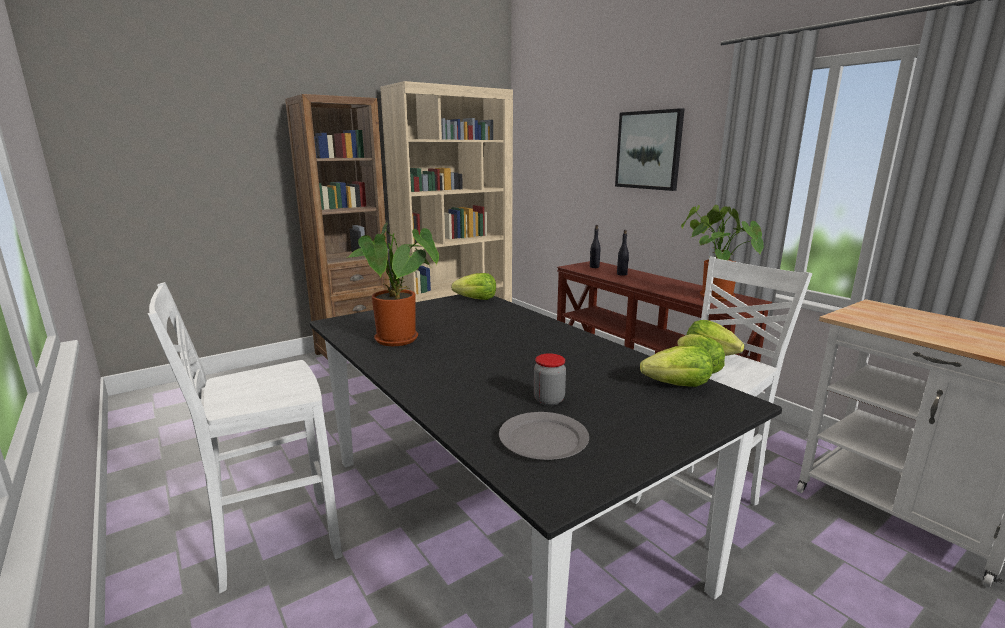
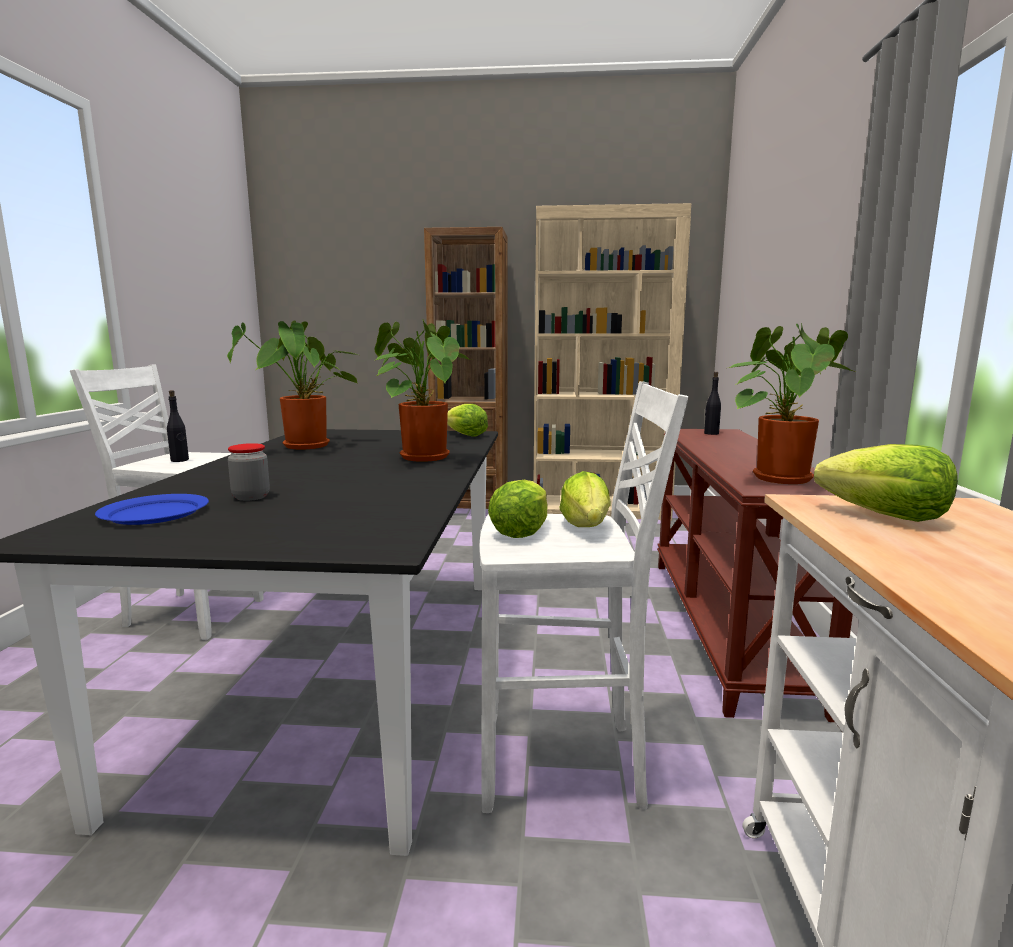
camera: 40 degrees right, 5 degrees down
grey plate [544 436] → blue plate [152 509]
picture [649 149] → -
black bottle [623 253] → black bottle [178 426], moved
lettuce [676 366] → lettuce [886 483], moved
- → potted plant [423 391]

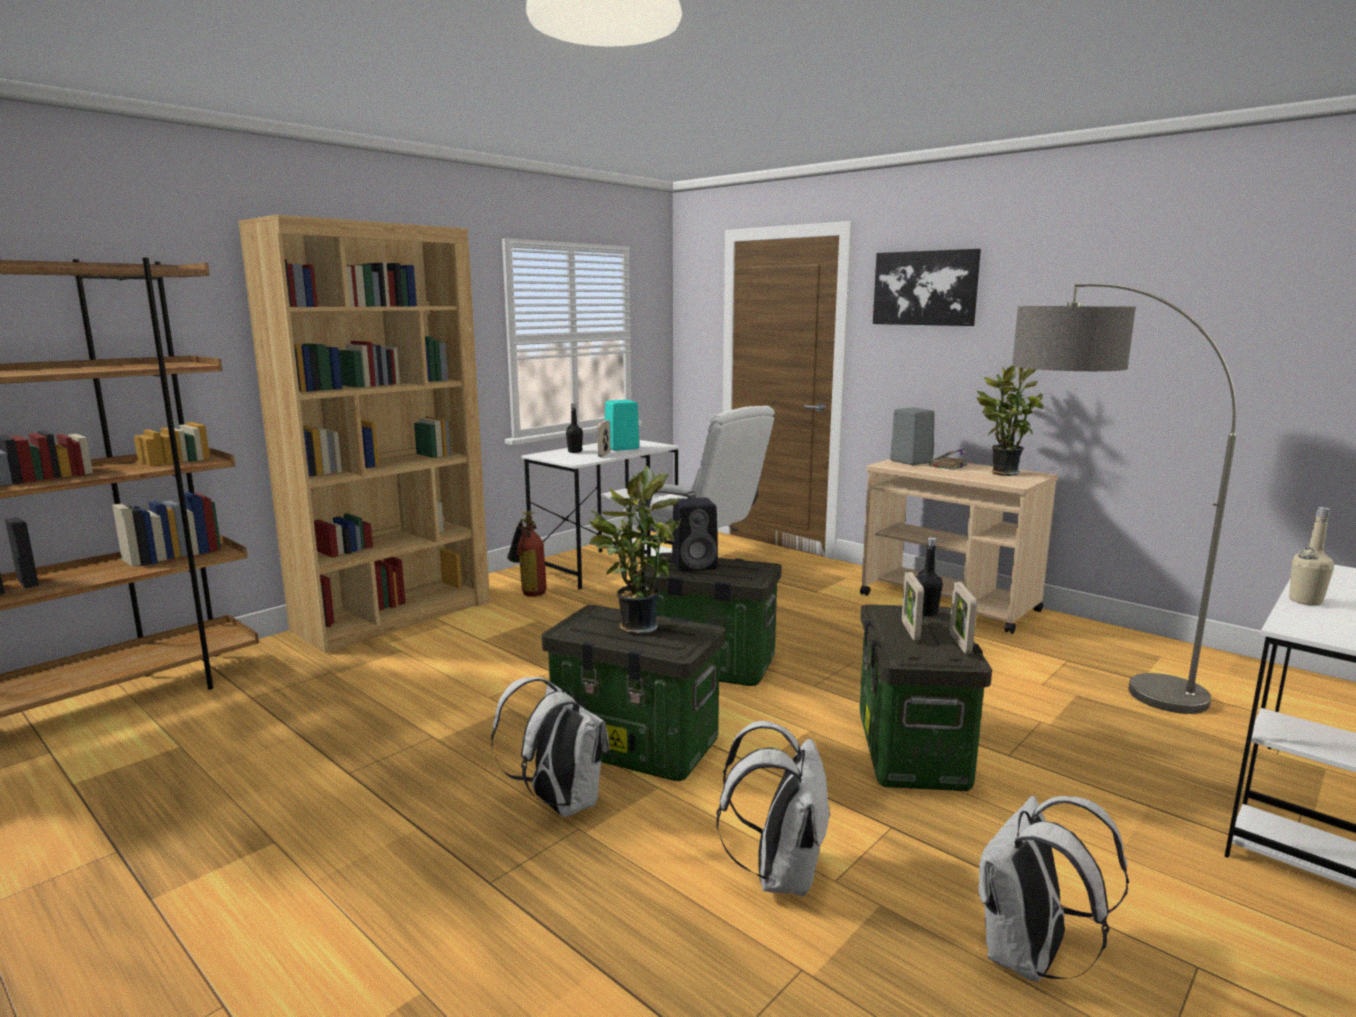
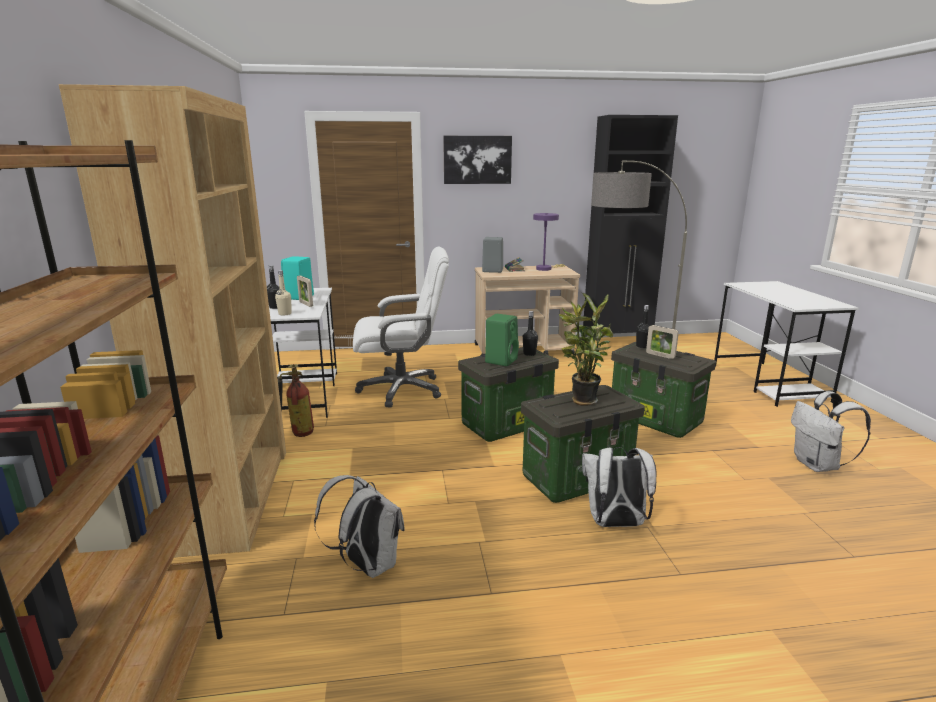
camera: 50 degrees left, 5 degrees up
black speaker [695 535] → green speaker [502 340]
white backpack [773 809] → white backpack [359 526], moved
picture frame [963 617] → -
potted plant [1010 421] → purple table lamp [549 242]
beige bottle [1311 556] → beige bottle [283 292], moved
- → black bottle [530 333]
- → black cabinet [630 226]

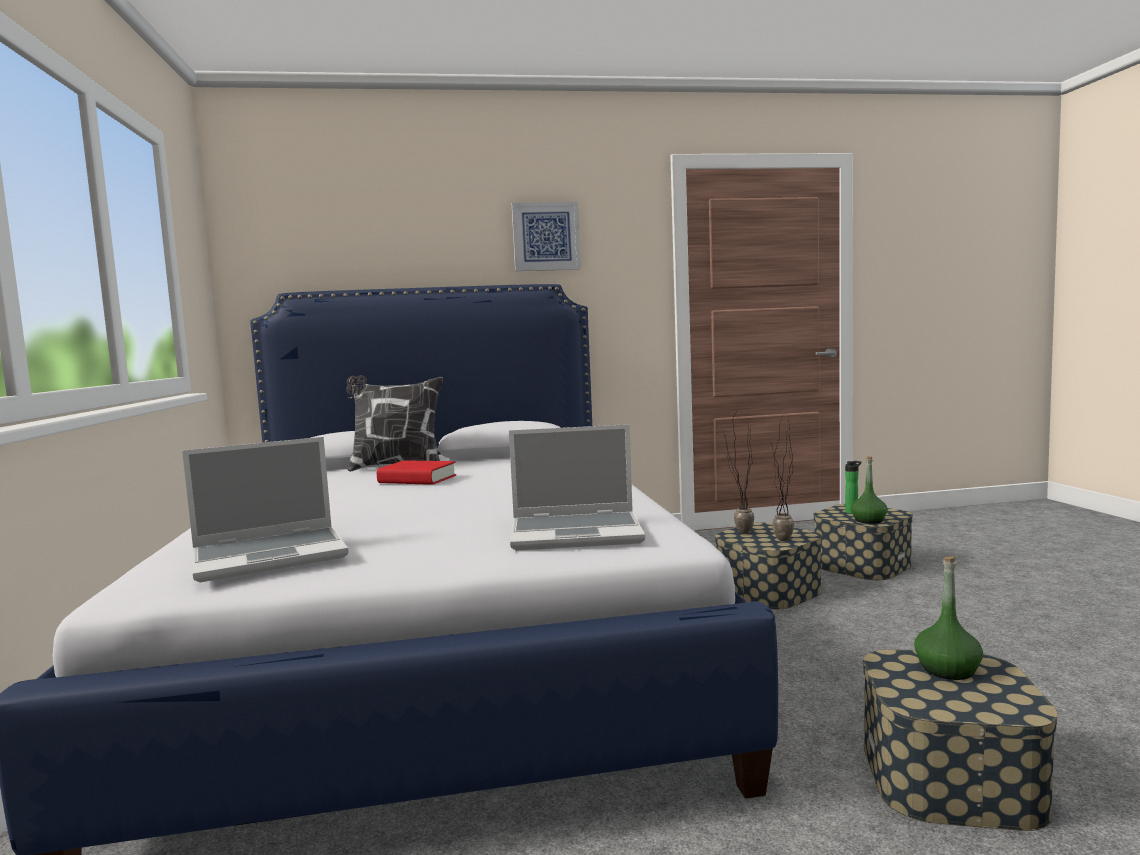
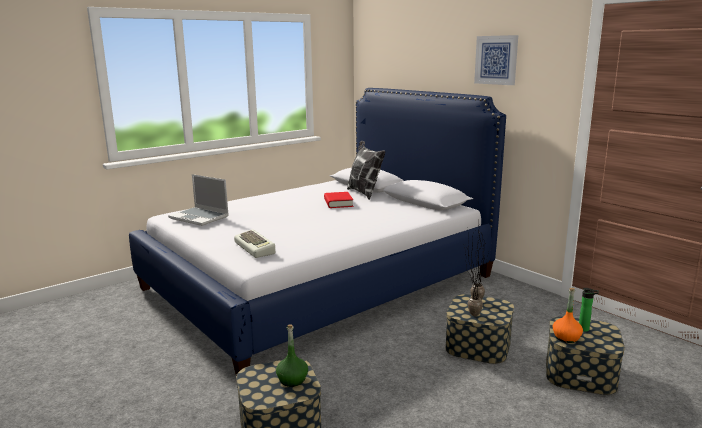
camera: 60 degrees right, 10 degrees up
laptop [577 487] → keyboard [254 243]
green bottle [869 490] → orange bottle [568 315]

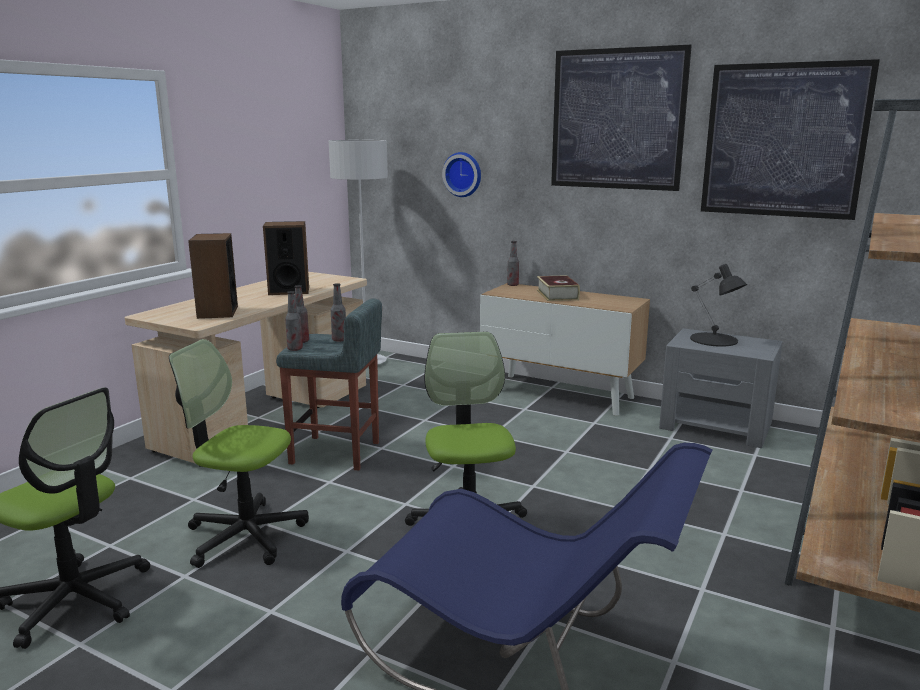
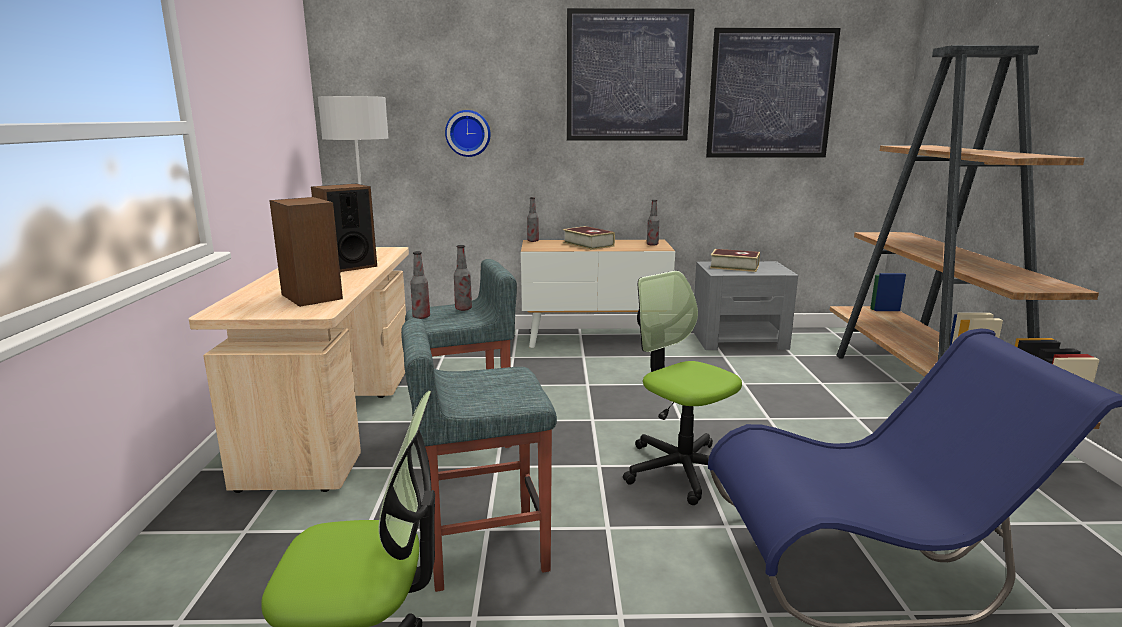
camera: 30 degrees left, 0 degrees up
office chair [239 453] → grey stool [479 455]
bottle [294 321] → bottle [653 222], moved
black table lamp [718 305] → book [735 260]

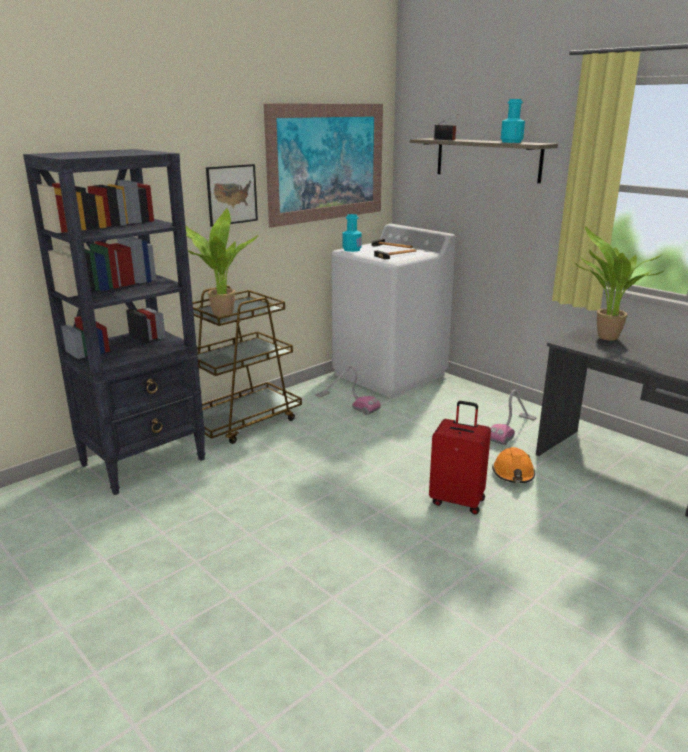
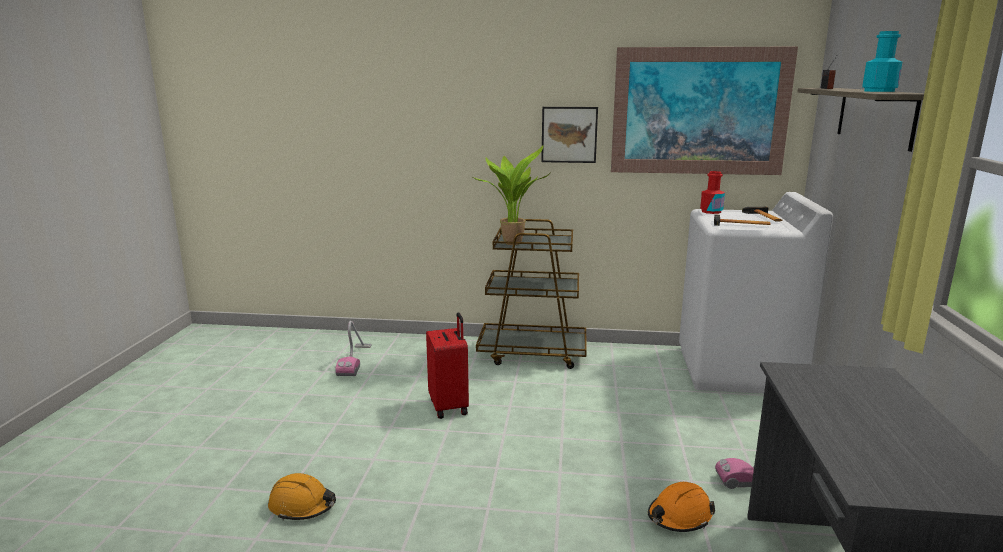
camera: 50 degrees right, 5 degrees down
black bookcase [114 322] → -
vacuum cleaner [348 390] → vacuum cleaner [353 348], moved
turquoise bottle [352 233] → red bottle [712 192]
red suitcase [460 458] → red suitcase [447 365], moved
potted plant [619 283] → -
- → orange hard hat [302 497]

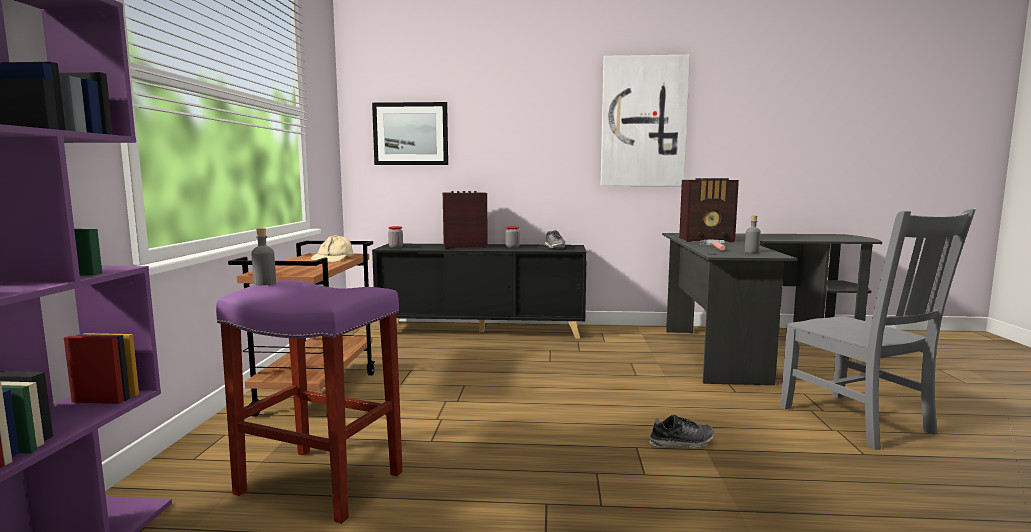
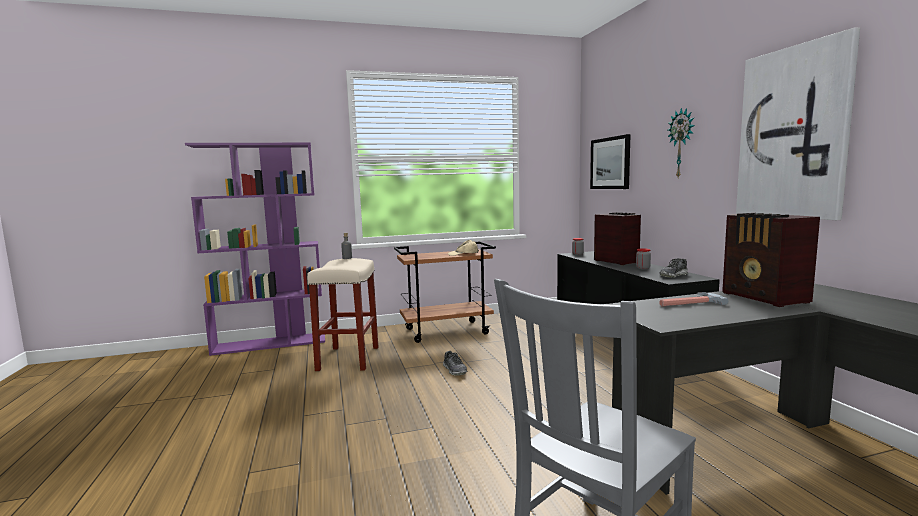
camera: 70 degrees right, 0 degrees up
purple stool [309 402] → beige stool [342 314]
shoe [682 431] → shoe [455 363], moved
grey bottle [753 234] → -
- → wall clock [681 143]

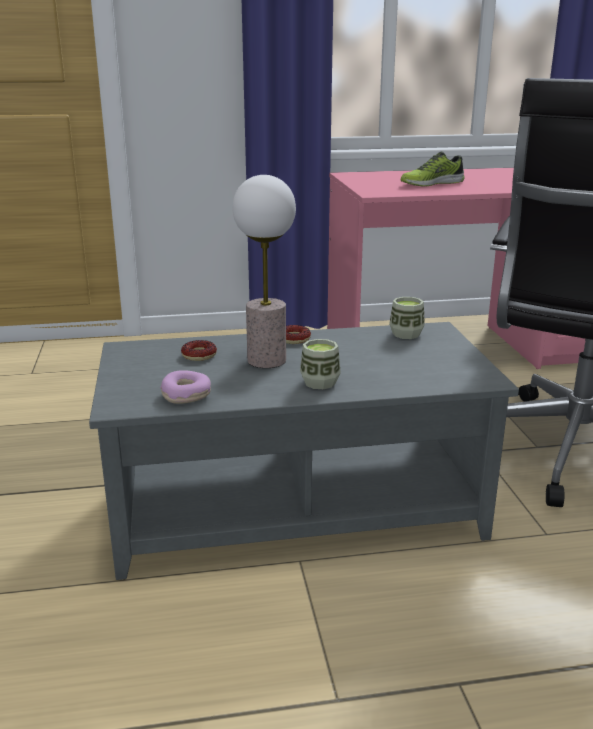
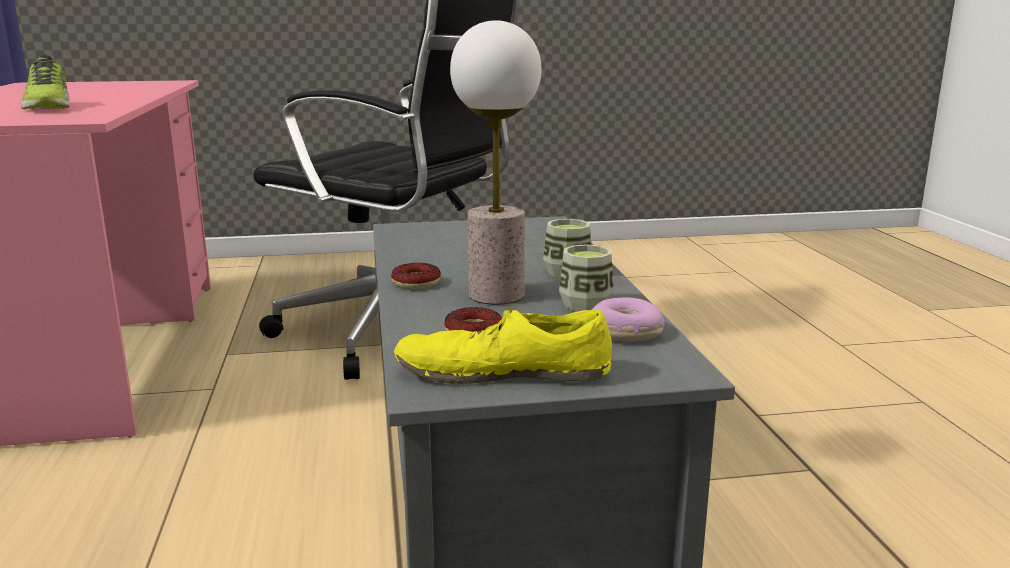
camera: 90 degrees left, 5 degrees down
cup [407 318] → cup [586 278], moved
- → yellow shoe [503 345]

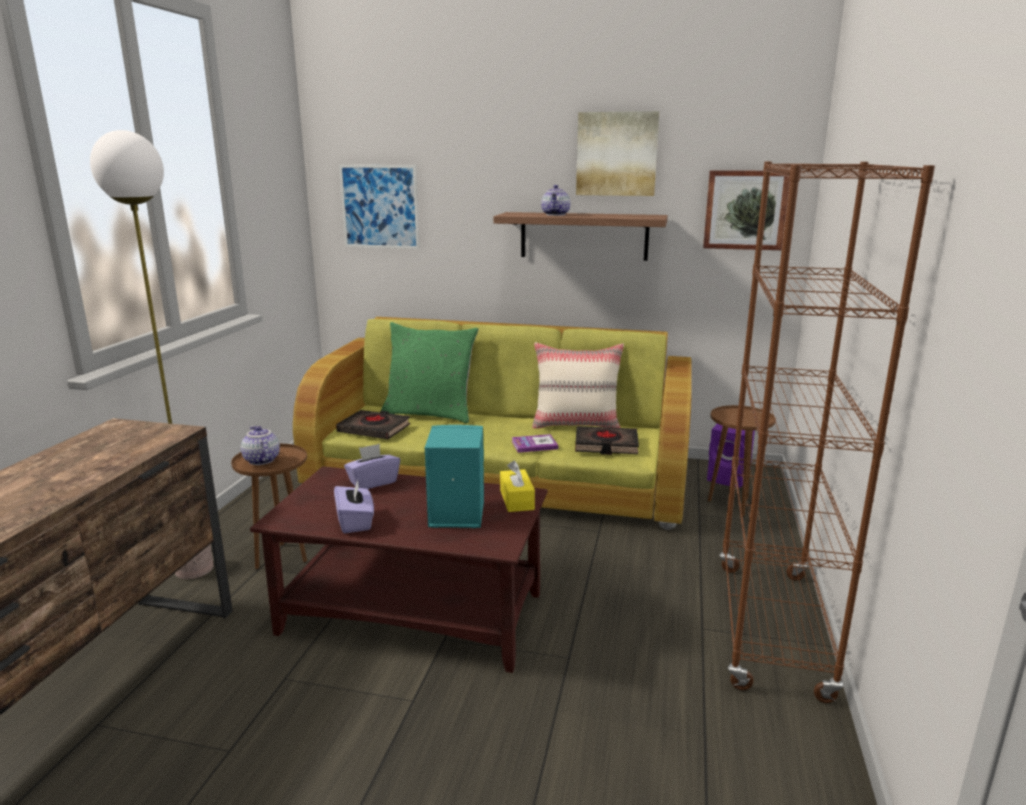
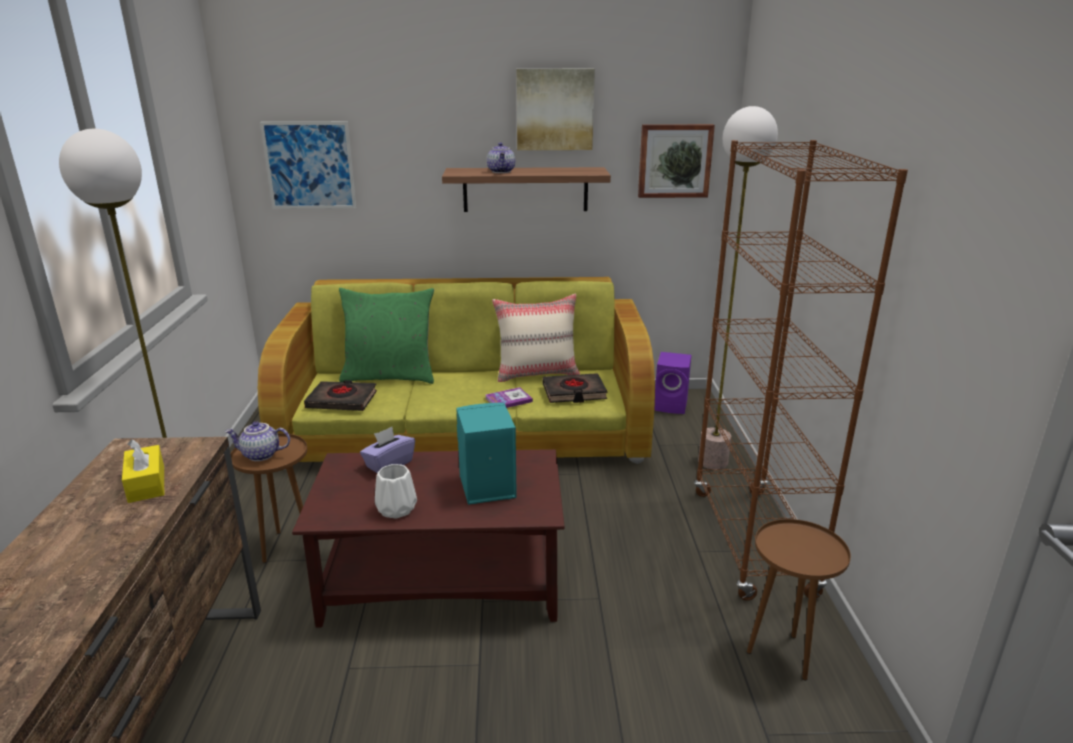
camera: 15 degrees left, 5 degrees up
teapot [260 445] → teapot [257 441], 45 degrees counterclockwise
purple tissue box [354 507] → white vase [396 491]
yellow tissue box [517 486] → yellow tissue box [143 471], moved
brown side table [742 461] → brown side table [799 600], moved
- → floor lamp [738 287]

